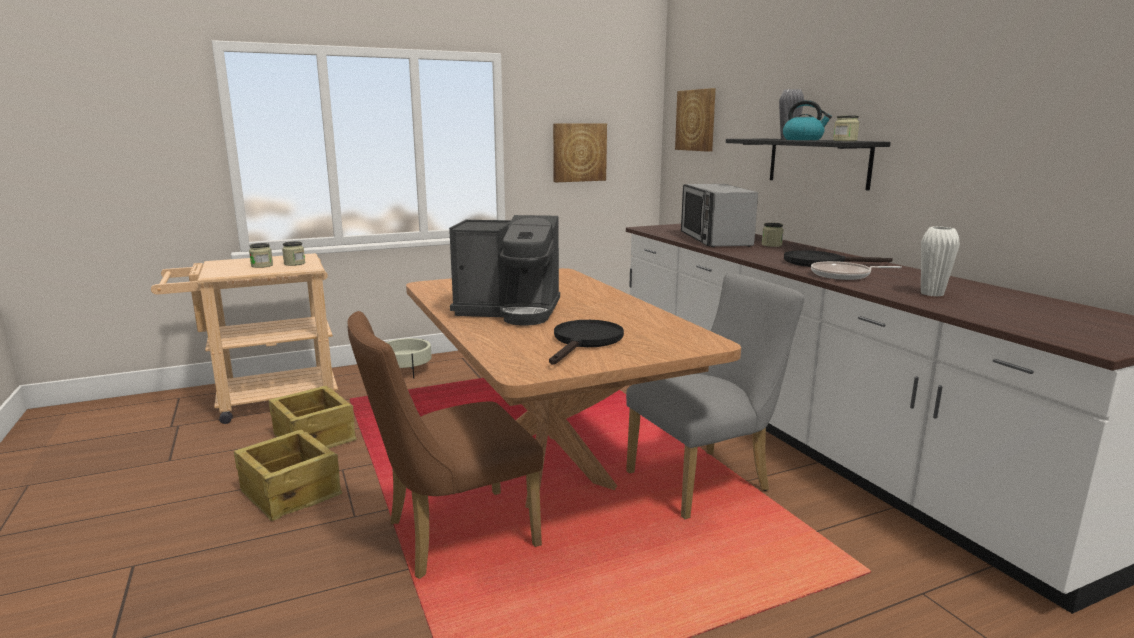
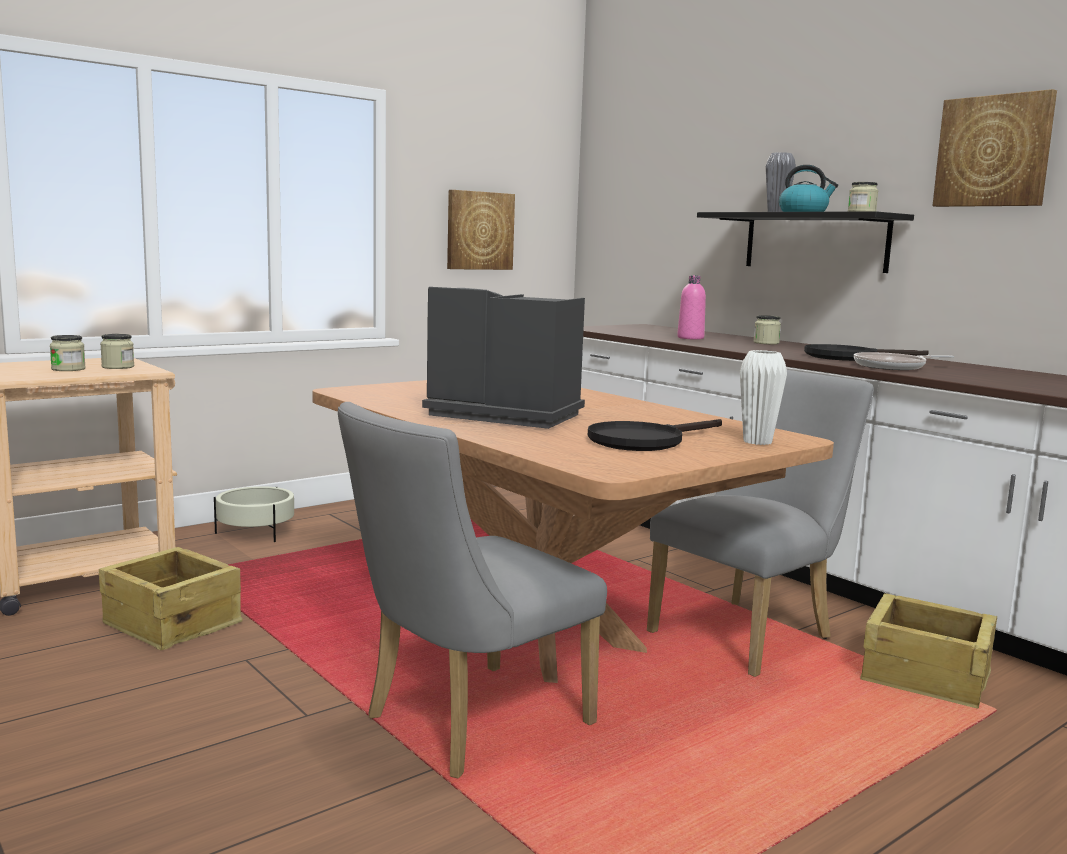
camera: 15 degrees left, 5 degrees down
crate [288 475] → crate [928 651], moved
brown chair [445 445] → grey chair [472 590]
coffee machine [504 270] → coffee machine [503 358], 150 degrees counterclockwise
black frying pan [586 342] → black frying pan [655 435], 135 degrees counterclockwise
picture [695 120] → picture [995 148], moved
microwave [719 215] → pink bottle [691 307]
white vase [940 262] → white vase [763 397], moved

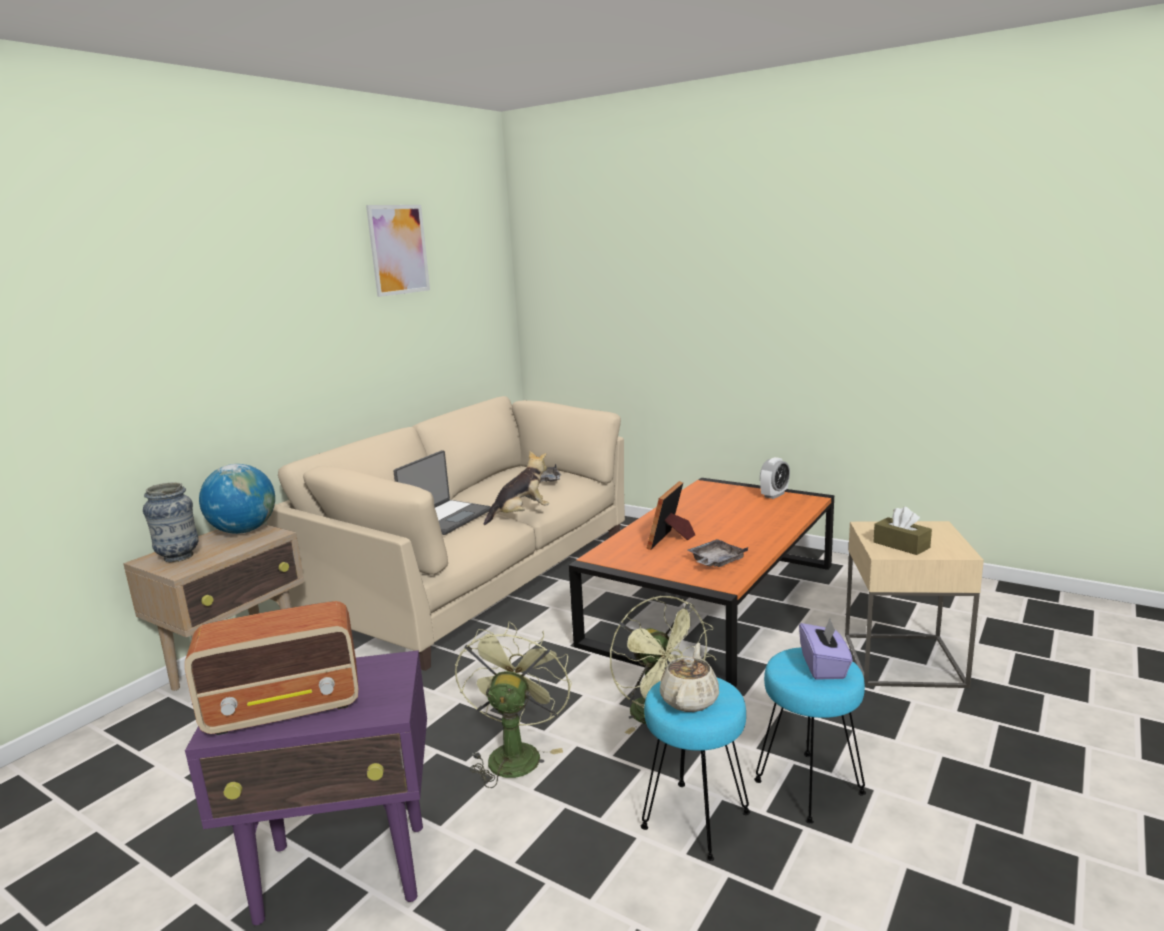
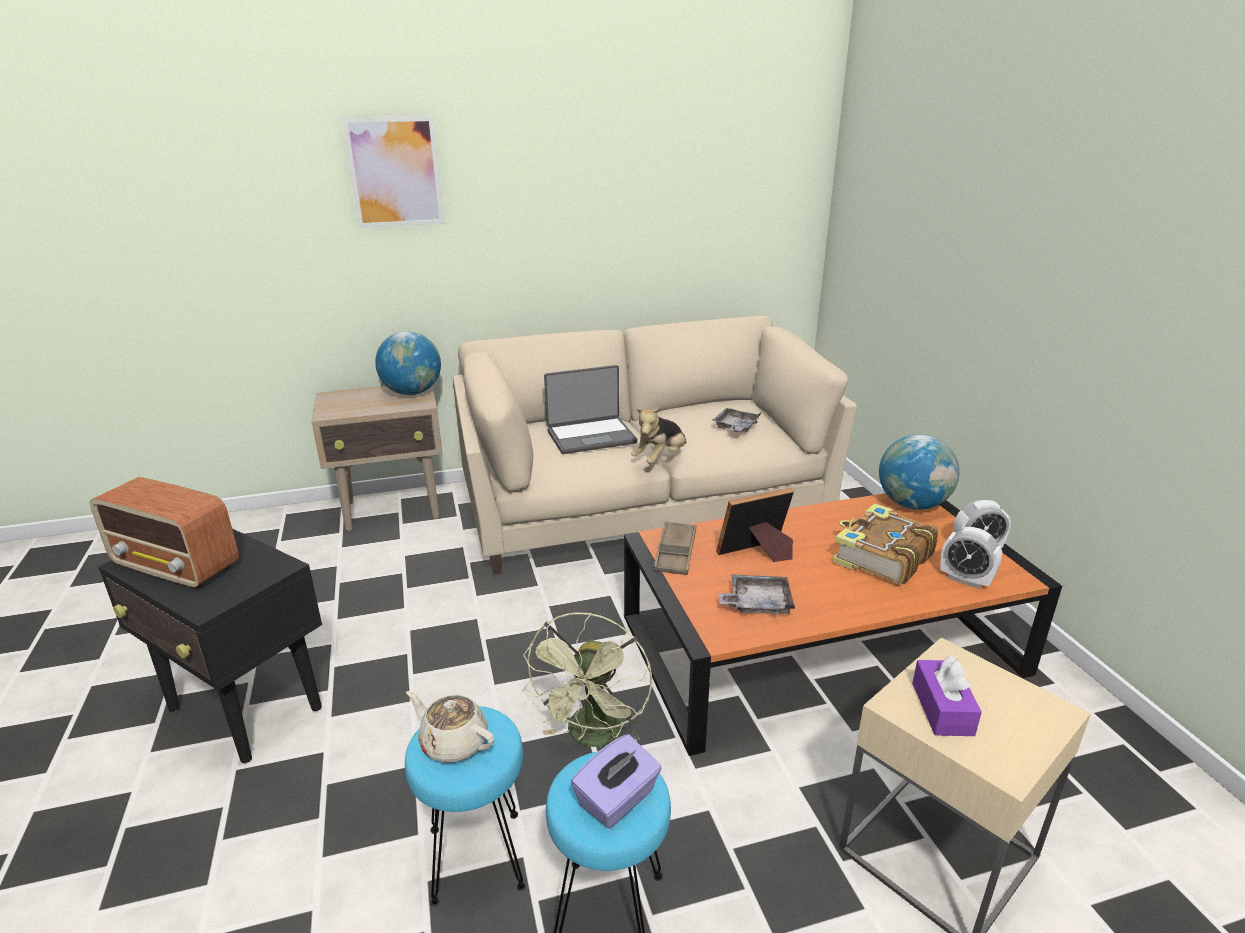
camera: 40 degrees right, 10 degrees up
vase [171 522] → -
purple side table [306 787] → black side table [210 645]
picture [398 251] → picture [393 172], moved
green fan [513 704] → -
plush toy [516 488] → plush toy [658 435], 120 degrees clockwise
beige teapot [689 677] → beige teapot [450 727], 120 degrees counterclockwise
brown tissue box [902 531] → purple tissue box [947 695]
- → brown tray [674 548]
- → book [885 544]
- → globe [919 472]
- → alarm clock [971 558]

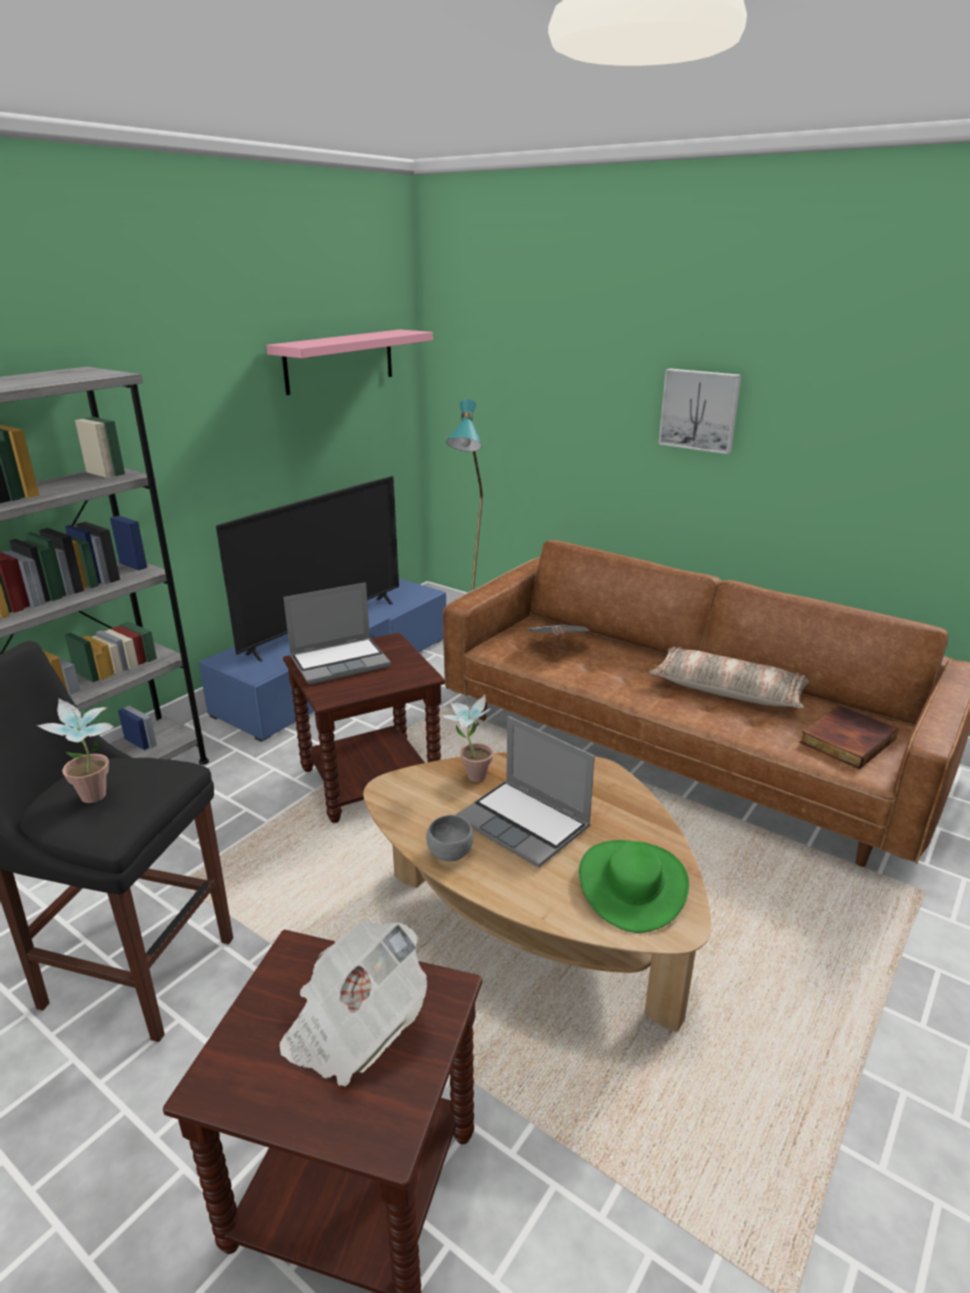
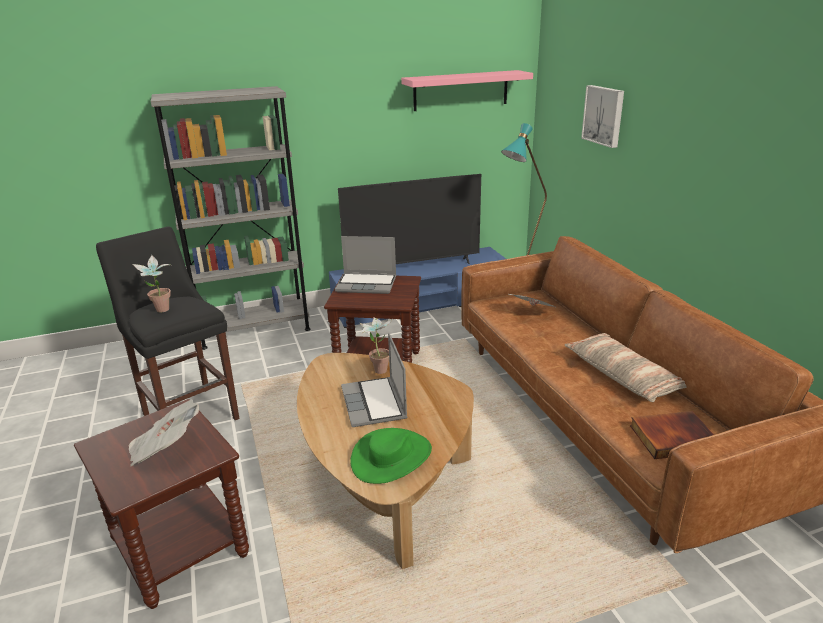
camera: 35 degrees right, 0 degrees up
grey bowl [450 838] → -
picture [700 411] → picture [602 116], moved

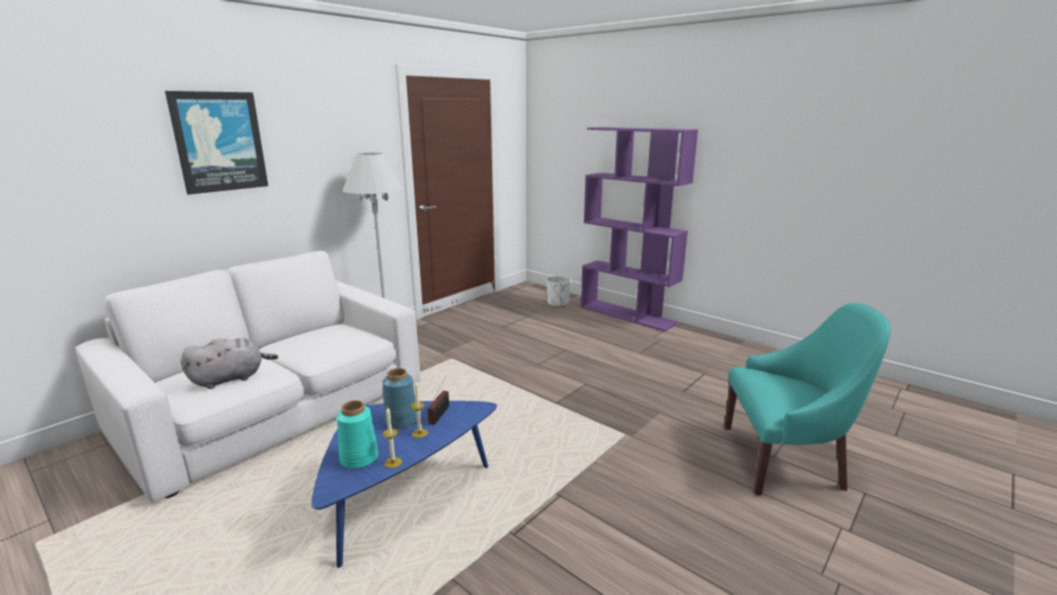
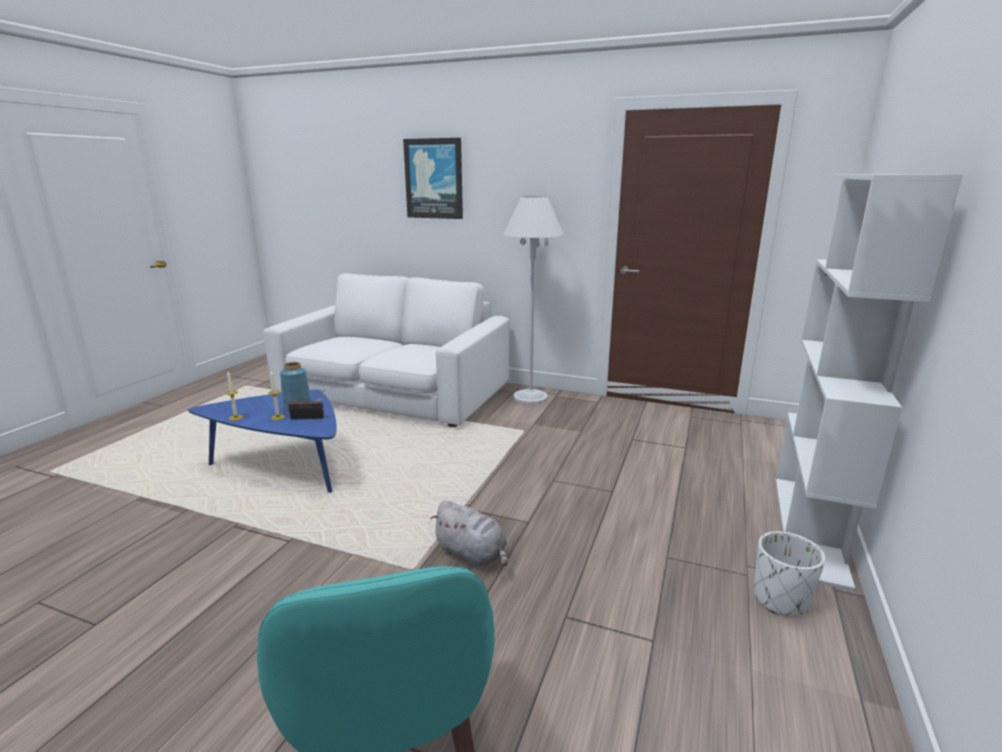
camera: 70 degrees right, 0 degrees up
grey plush toy [229 363] → grey plush toy [469 534], moved
turquoise vase [357 434] → -
white planter [558 291] → white planter [789 573], moved
purple bookcase [639 229] → white bookcase [869 382]

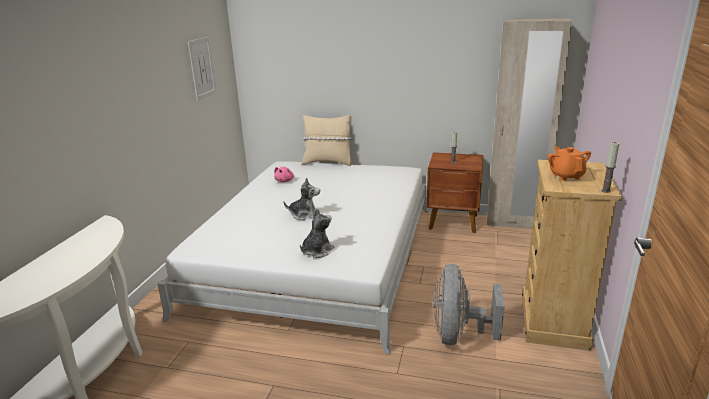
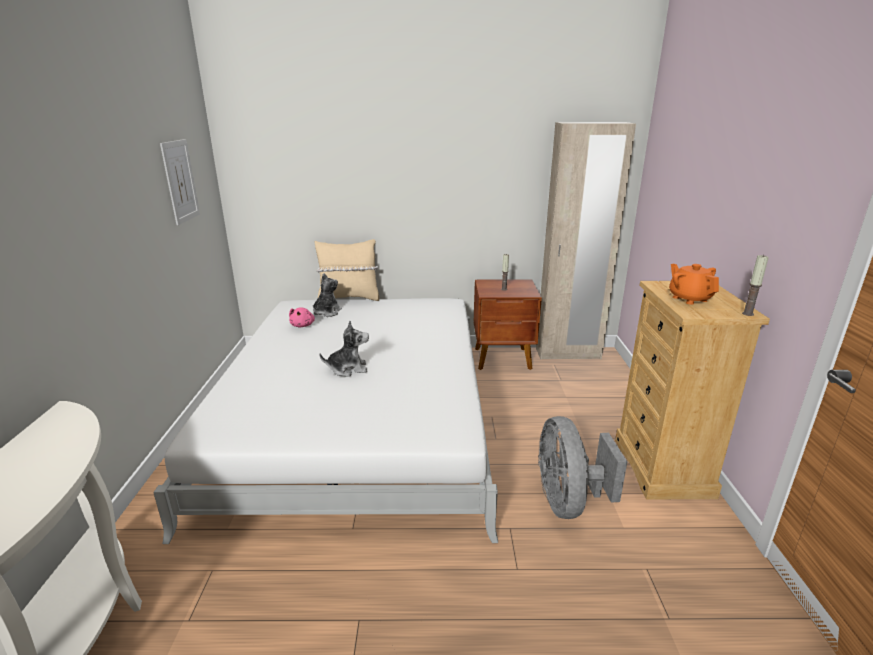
camera: 15 degrees left, 0 degrees up
plush toy [317 233] → plush toy [327 295], moved

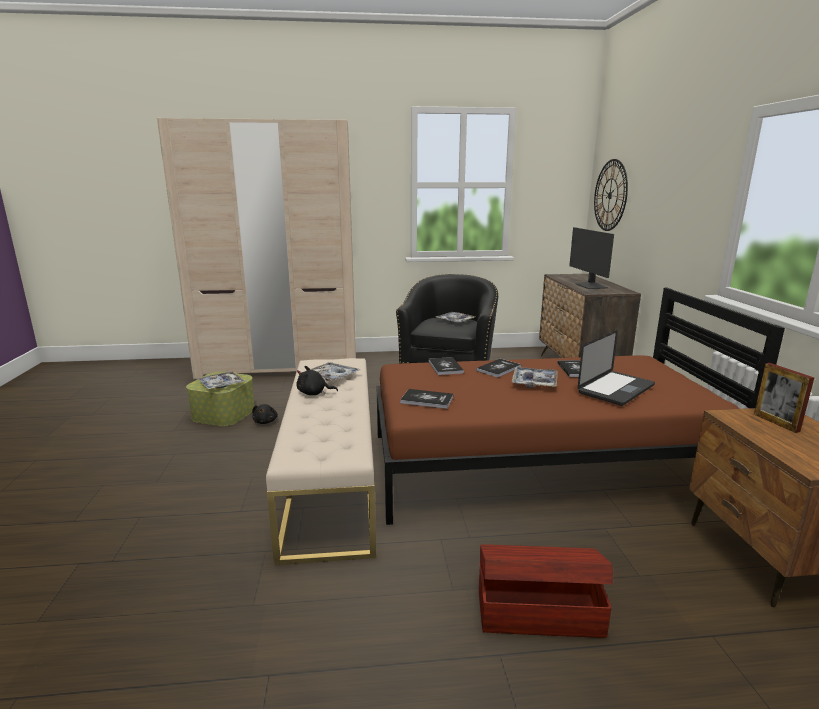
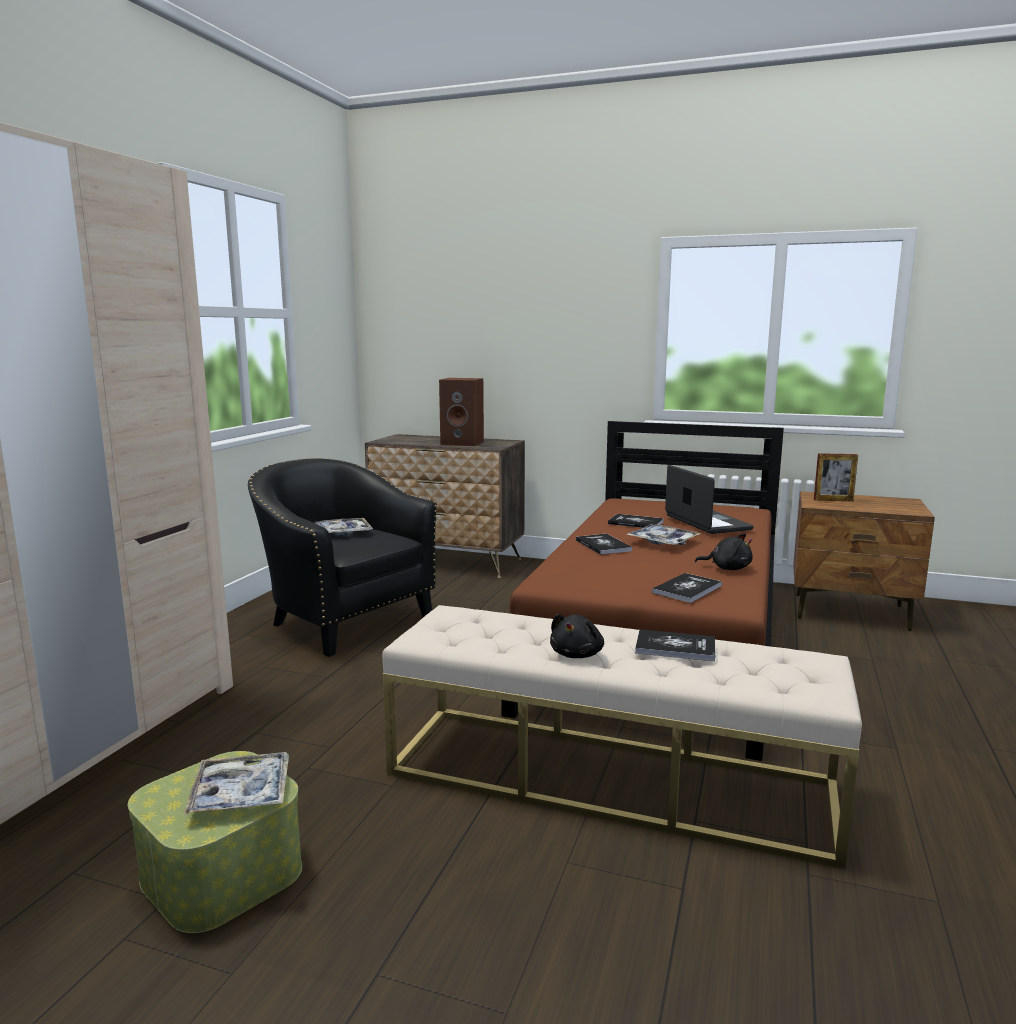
camera: 65 degrees left, 5 degrees down
black plush toy [265 414] → black plush toy [724 551], moved
tray [332 371] → -
book [446 366] → book [675 645], moved
brown storage box [546 591] → -
monitor [591 258] → brown speaker [461 412]
wall clock [611 195] → -

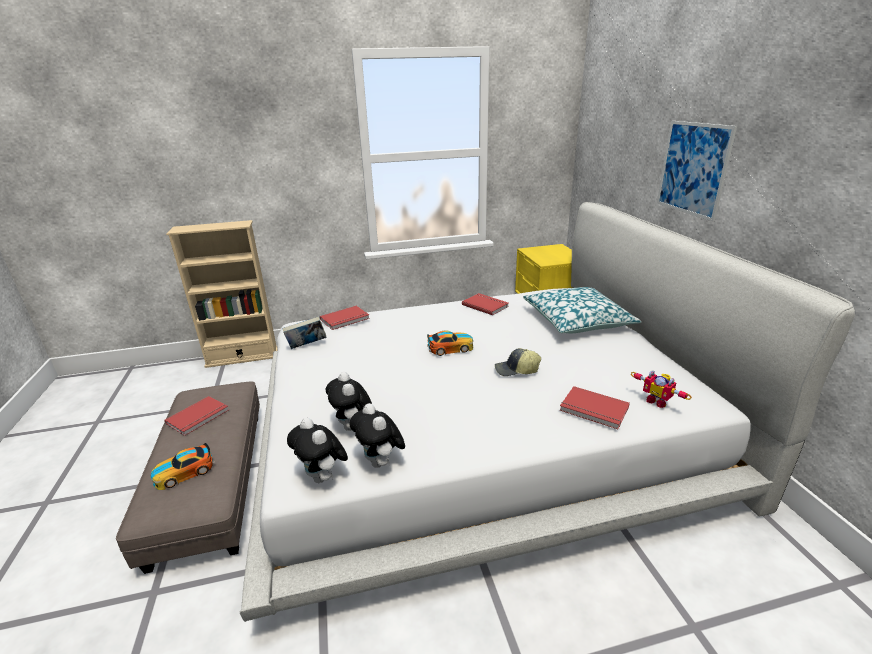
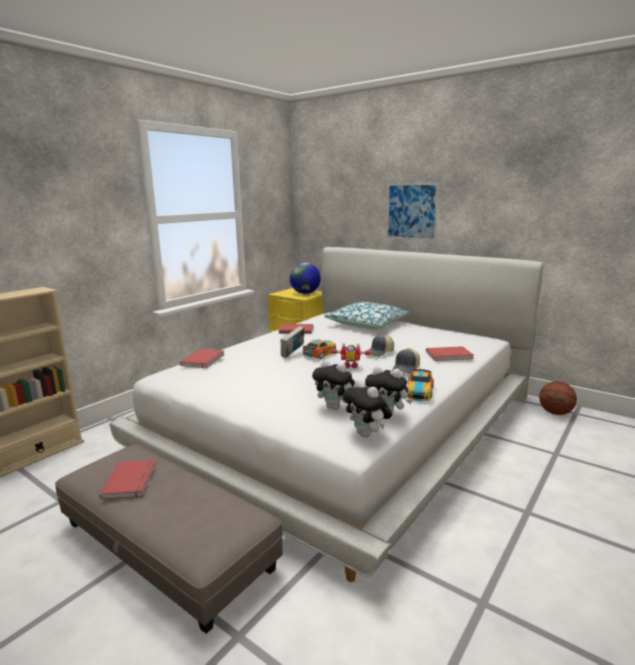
camera: 40 degrees left, 10 degrees down
toy car [183 466] → toy car [420 385], moved
book [305 332] → book [292 342], moved
plush toy [317 450] → plush toy [367 408], 45 degrees clockwise
toy robot [661 389] → toy robot [351 355], moved
- → globe [305 278]
- → cap [406 361]
- → basketball [558 398]

